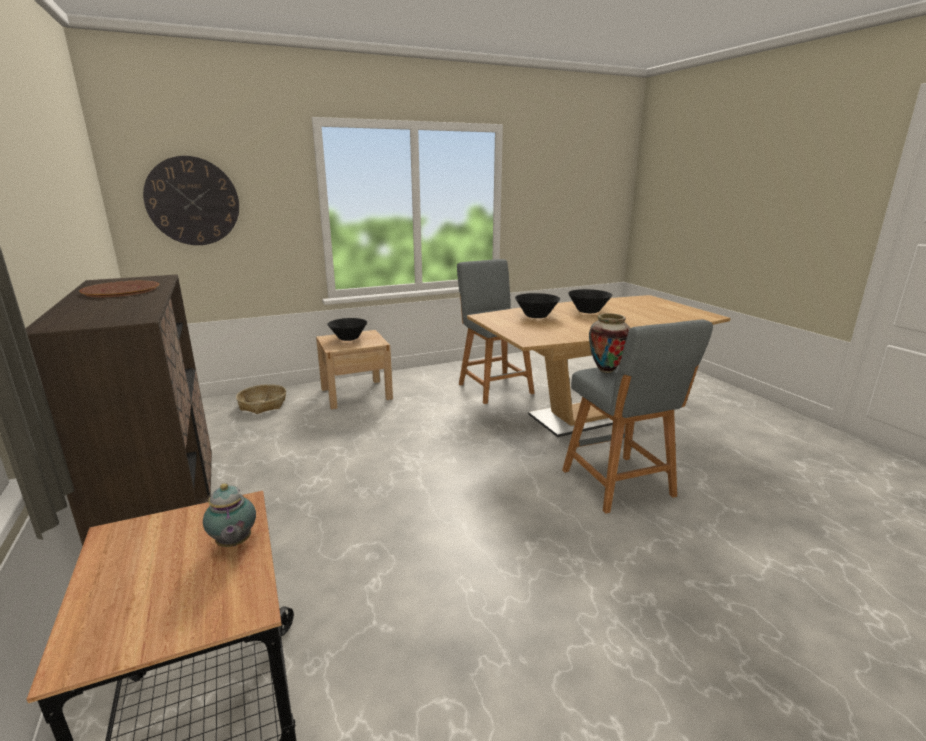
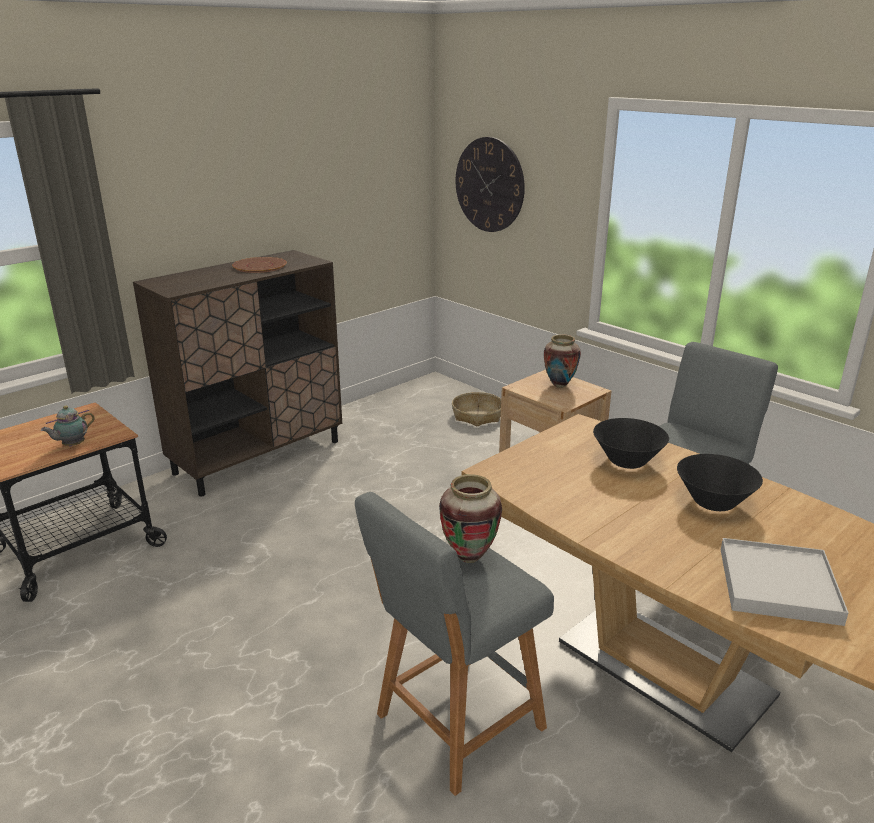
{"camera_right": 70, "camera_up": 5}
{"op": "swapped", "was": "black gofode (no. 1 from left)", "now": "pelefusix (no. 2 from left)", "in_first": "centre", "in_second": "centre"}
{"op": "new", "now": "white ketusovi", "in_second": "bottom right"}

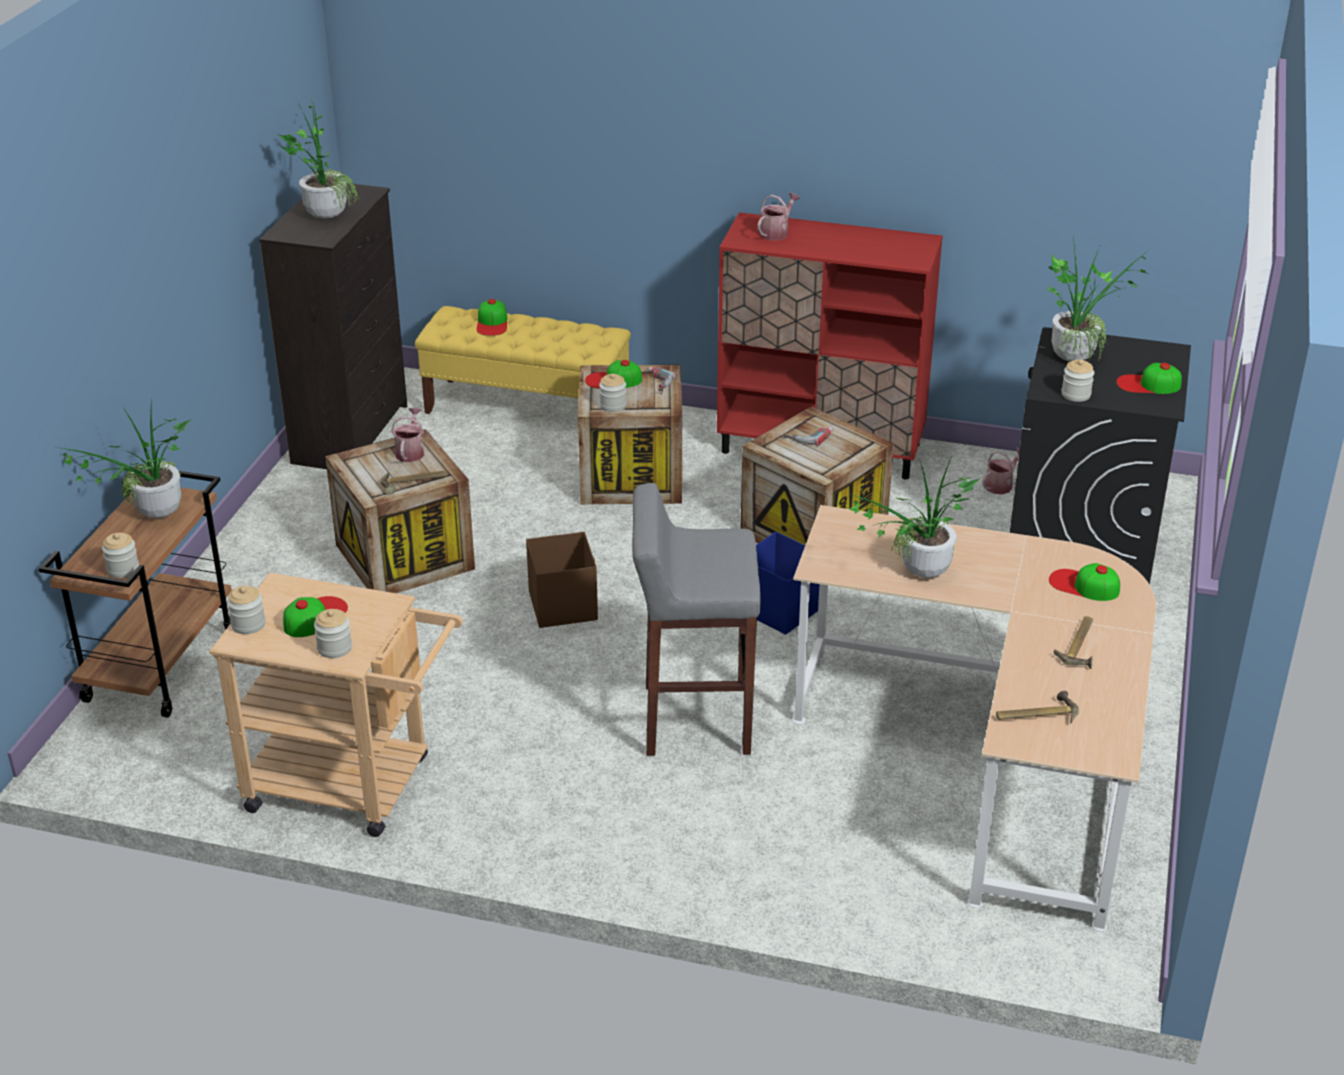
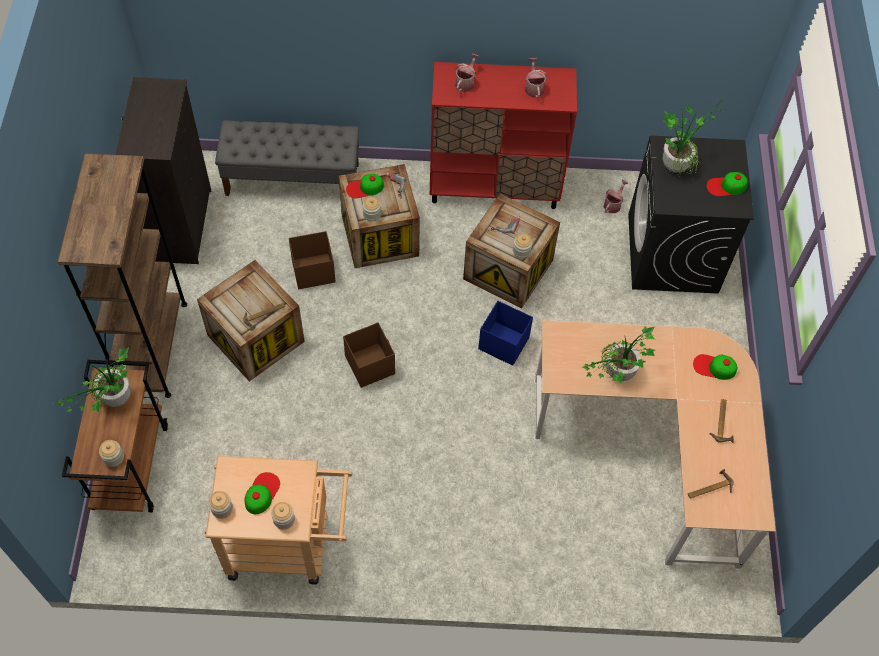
{"camera_right": -15, "camera_up": 25}
{"op": "gone", "was": "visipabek (no. 2 from left)", "in_first": "top left"}
{"op": "gone", "was": "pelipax (no. 2 from left)", "in_first": "top centre"}
{"op": "repainted", "was": "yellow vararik", "now": "grey vararik", "in_first": "centre", "in_second": "top left"}
{"op": "shifted", "was": "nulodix (no. 5 from left)", "in_first": "middle right", "in_second": "centre"}
{"op": "shifted", "was": "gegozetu (no. 1 from left in the first image)", "now": "gegozetu (no. 2 from left)", "in_first": "middle left", "in_second": "top centre"}
{"op": "gone", "was": "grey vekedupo", "in_first": "centre"}
{"op": "new", "now": "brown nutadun", "in_second": "middle left"}
{"op": "new", "now": "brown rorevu (no. 1 from left)", "in_second": "centre"}

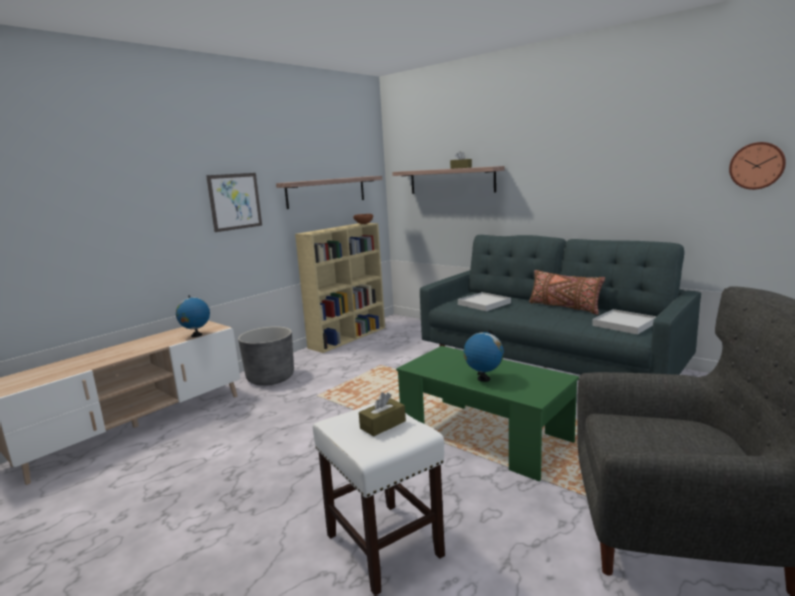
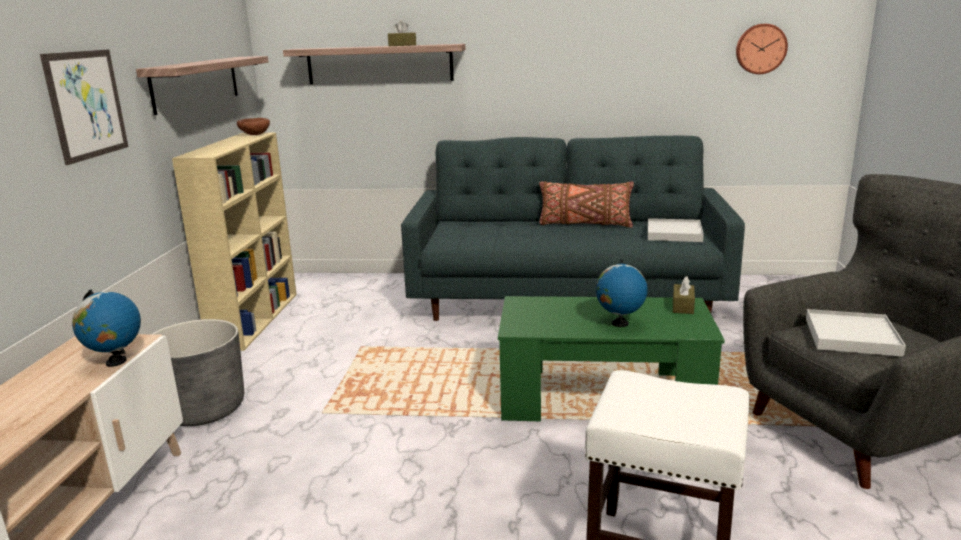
{"camera_right": -35, "camera_up": 5}
{"op": "shifted", "was": "white ketusovi (no. 1 from left in the first image)", "now": "white ketusovi (no. 2 from left)", "in_first": "centre", "in_second": "middle right"}
{"op": "shifted", "was": "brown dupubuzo (no. 1 from left in the first image)", "now": "brown dupubuzo (no. 2 from left)", "in_first": "bottom centre", "in_second": "middle right"}

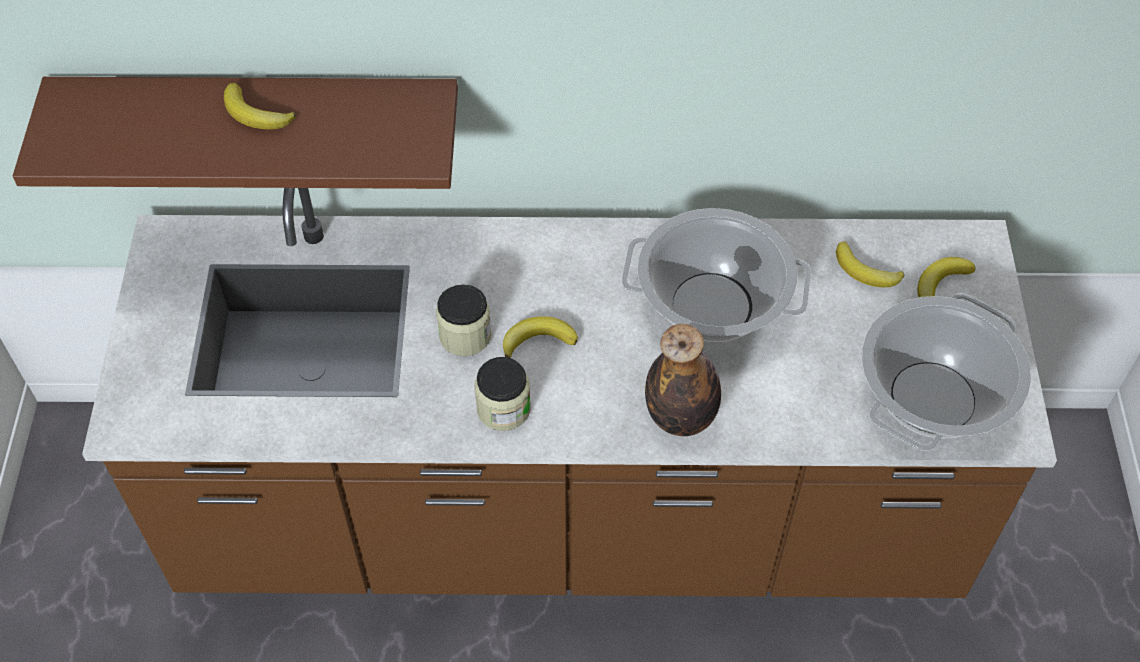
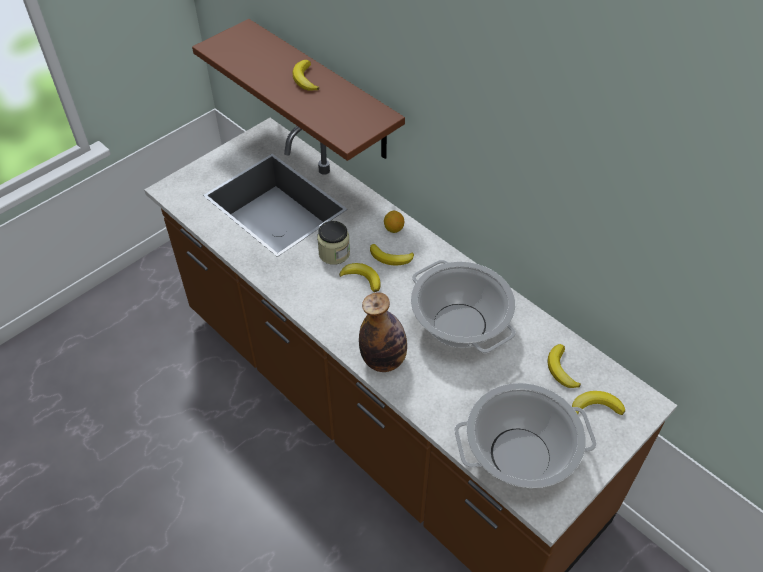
{"camera_right": 45, "camera_up": -5}
{"op": "gone", "was": "nulodix (no. 2 from left)", "in_first": "centre"}
{"op": "new", "now": "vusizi", "in_second": "centre"}
{"op": "new", "now": "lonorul (no. 3 from left)", "in_second": "centre"}

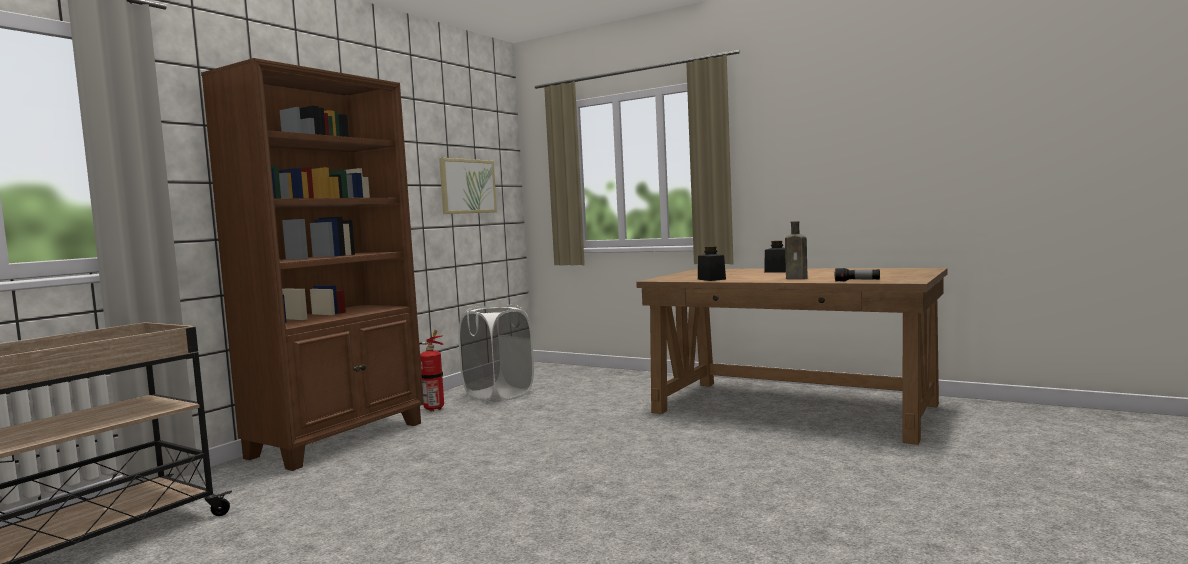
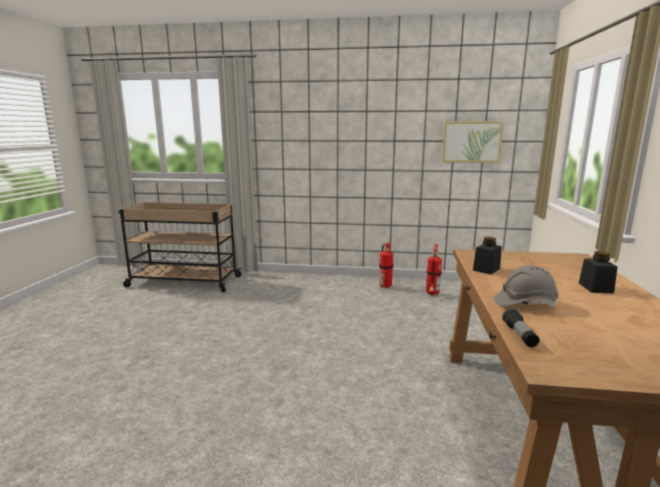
{"camera_right": 65, "camera_up": 10}
{"op": "gone", "was": "brown nutadun", "in_first": "middle left"}
{"op": "swapped", "was": "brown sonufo", "now": "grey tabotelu", "in_first": "middle right", "in_second": "middle right"}
{"op": "swapped", "was": "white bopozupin", "now": "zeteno (no. 2 from left)", "in_first": "centre", "in_second": "centre"}

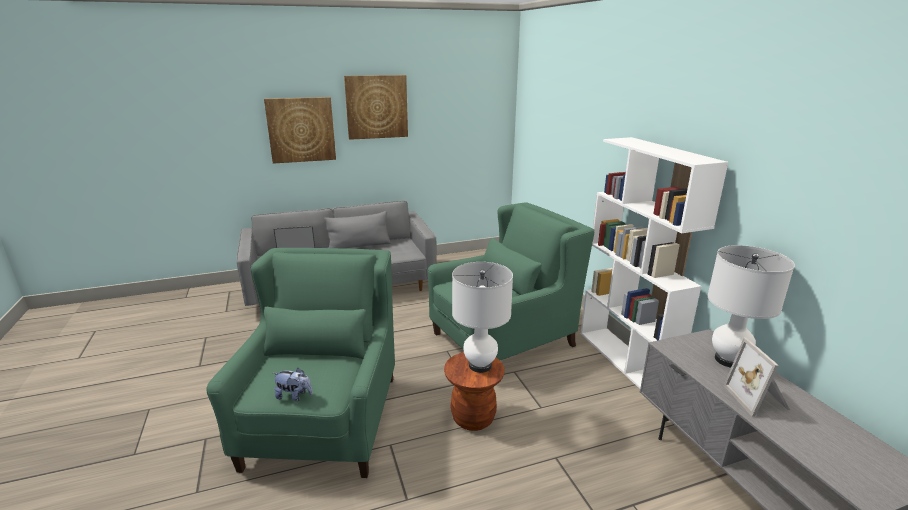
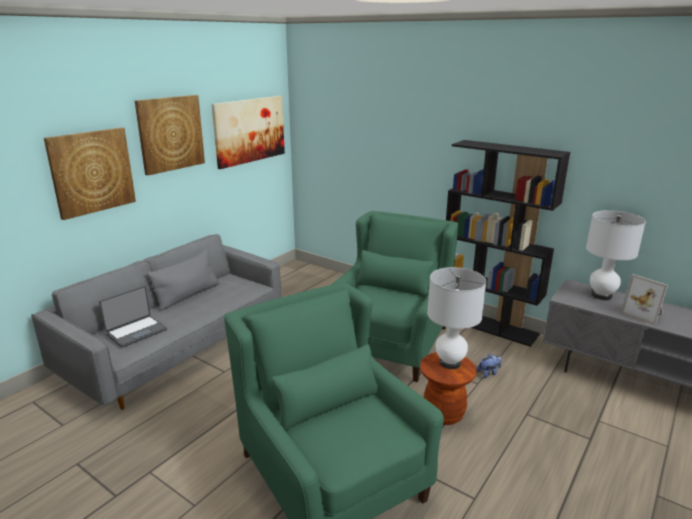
{"camera_right": -35, "camera_up": 0}
{"op": "repainted", "was": "white nutadun", "now": "black nutadun", "in_first": "middle right", "in_second": "middle right"}
{"op": "shifted", "was": "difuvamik", "in_first": "bottom left", "in_second": "bottom right"}
{"op": "new", "now": "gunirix (no. 3 from left)", "in_second": "top centre"}

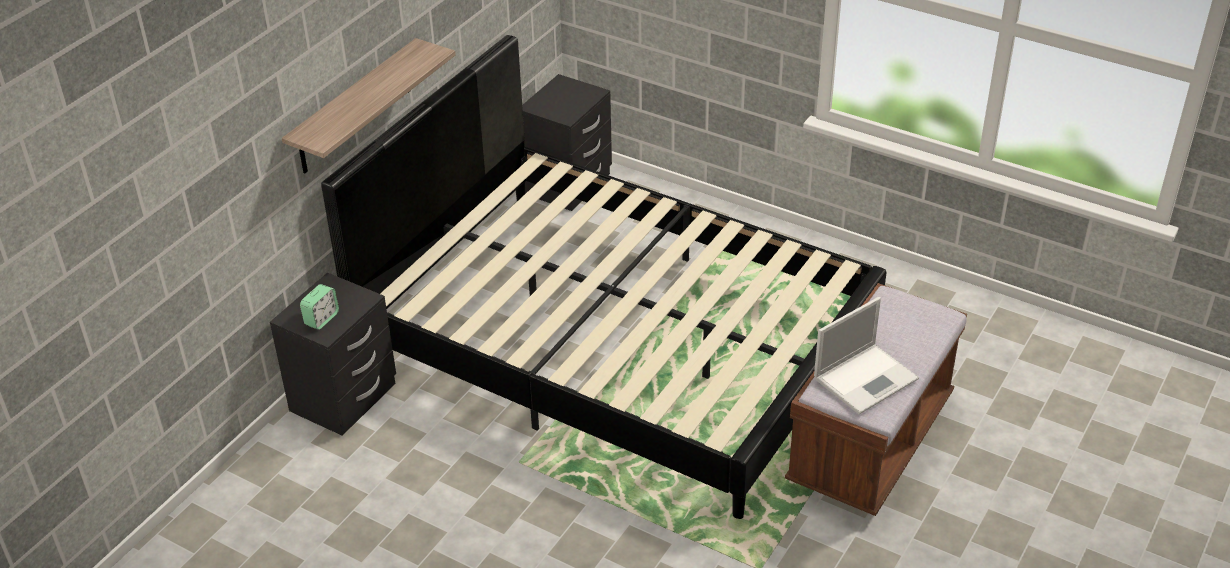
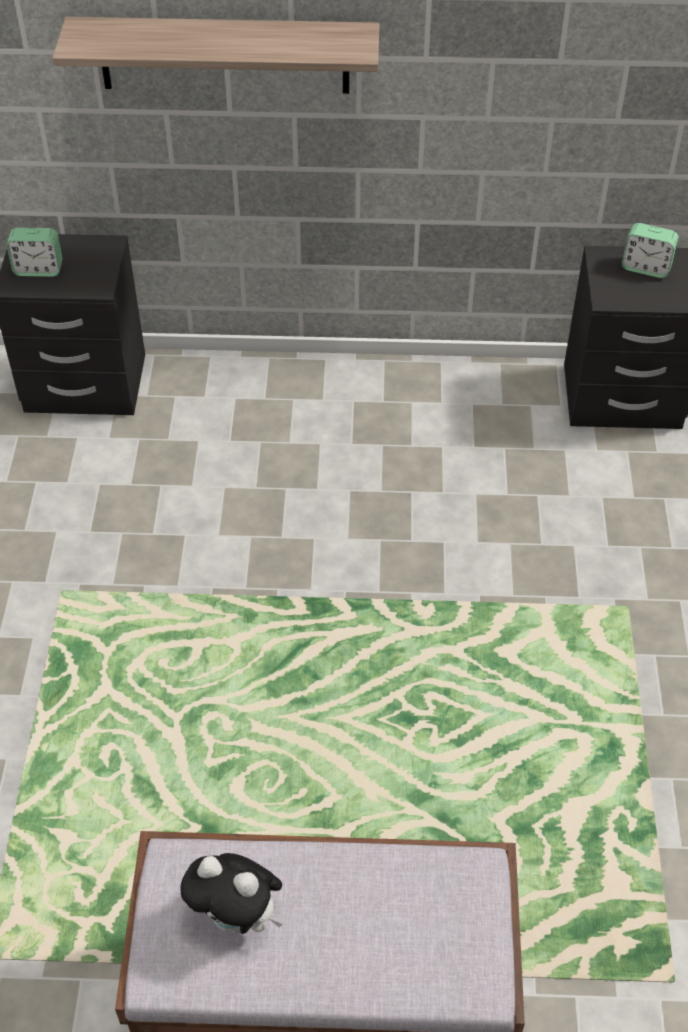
{"camera_right": 60, "camera_up": 10}
{"op": "gone", "was": "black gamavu", "in_first": "centre"}
{"op": "swapped", "was": "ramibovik", "now": "difuvamik", "in_first": "middle right", "in_second": "bottom centre"}
{"op": "new", "now": "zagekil (no. 2 from left)", "in_second": "top right"}

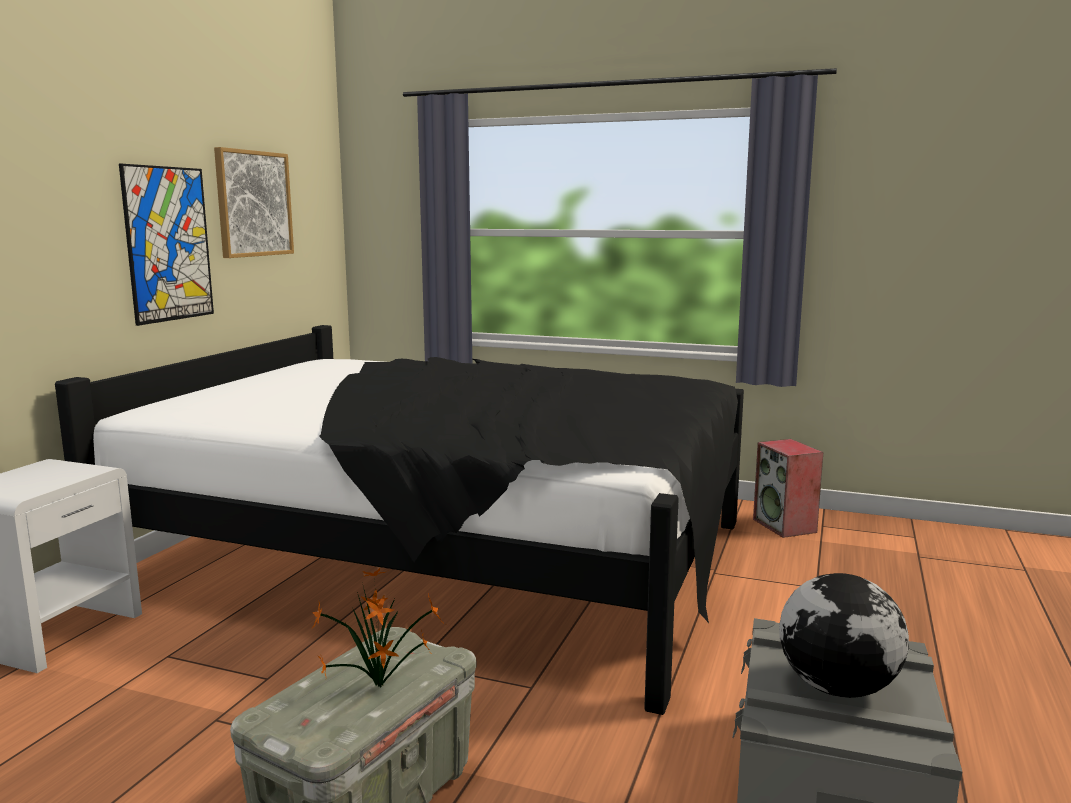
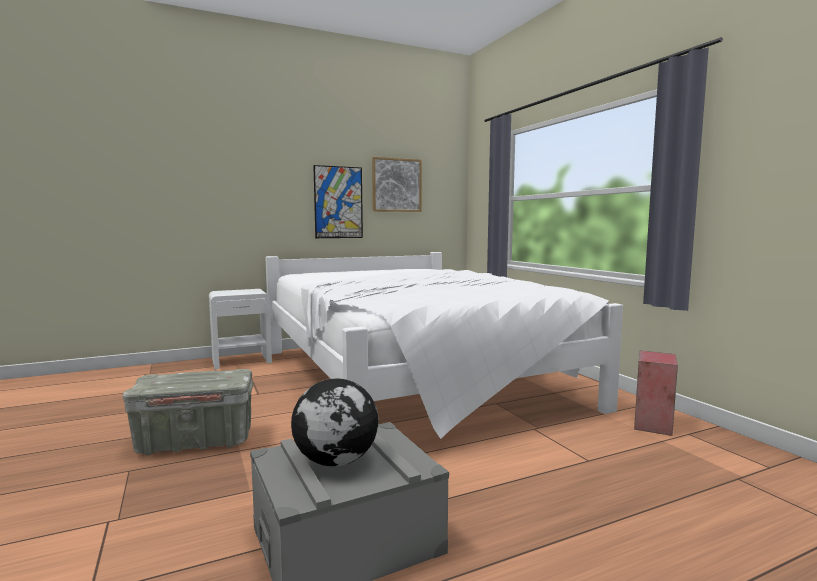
{"camera_right": 45, "camera_up": -5}
{"op": "repainted", "was": "black gamavu", "now": "white gamavu", "in_first": "centre", "in_second": "centre"}
{"op": "gone", "was": "visipabek", "in_first": "bottom centre"}

